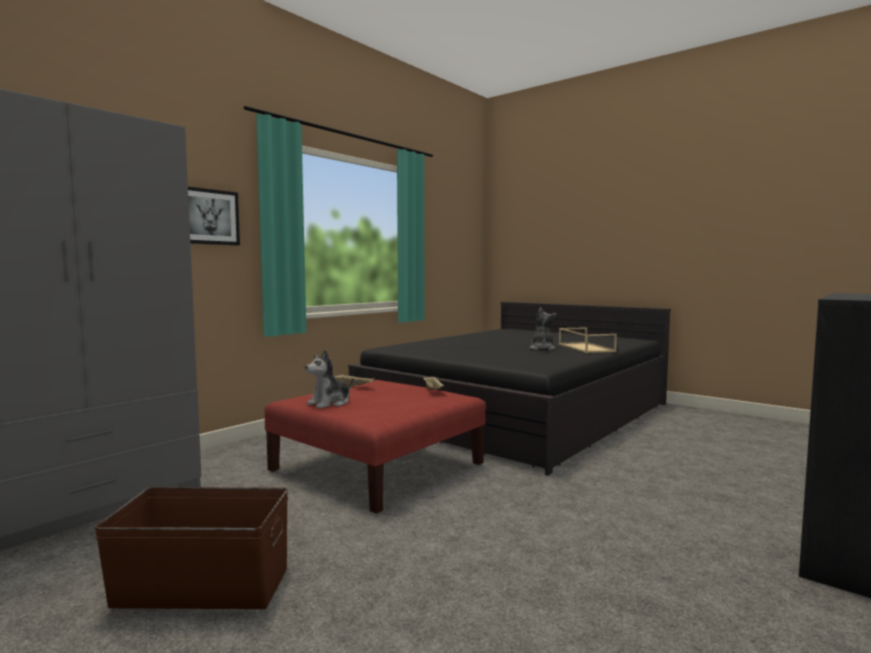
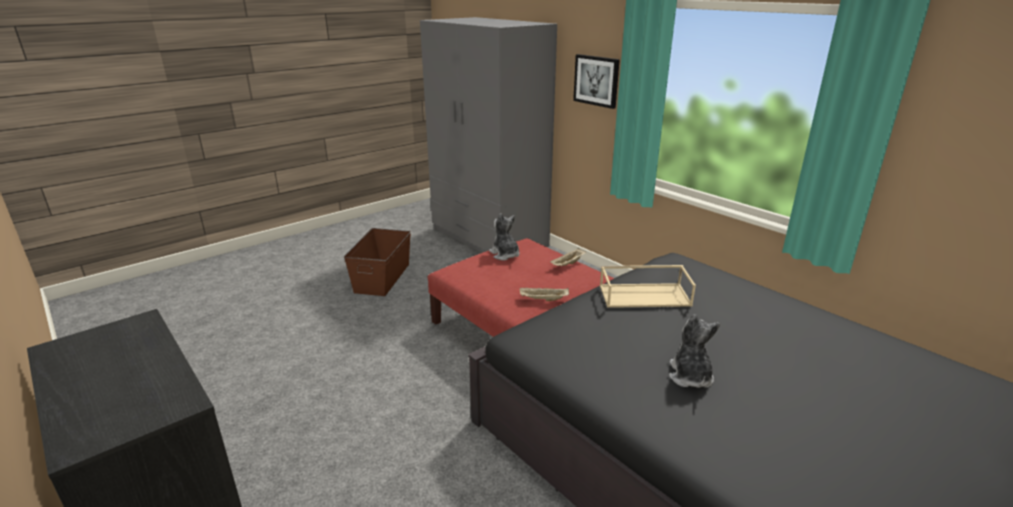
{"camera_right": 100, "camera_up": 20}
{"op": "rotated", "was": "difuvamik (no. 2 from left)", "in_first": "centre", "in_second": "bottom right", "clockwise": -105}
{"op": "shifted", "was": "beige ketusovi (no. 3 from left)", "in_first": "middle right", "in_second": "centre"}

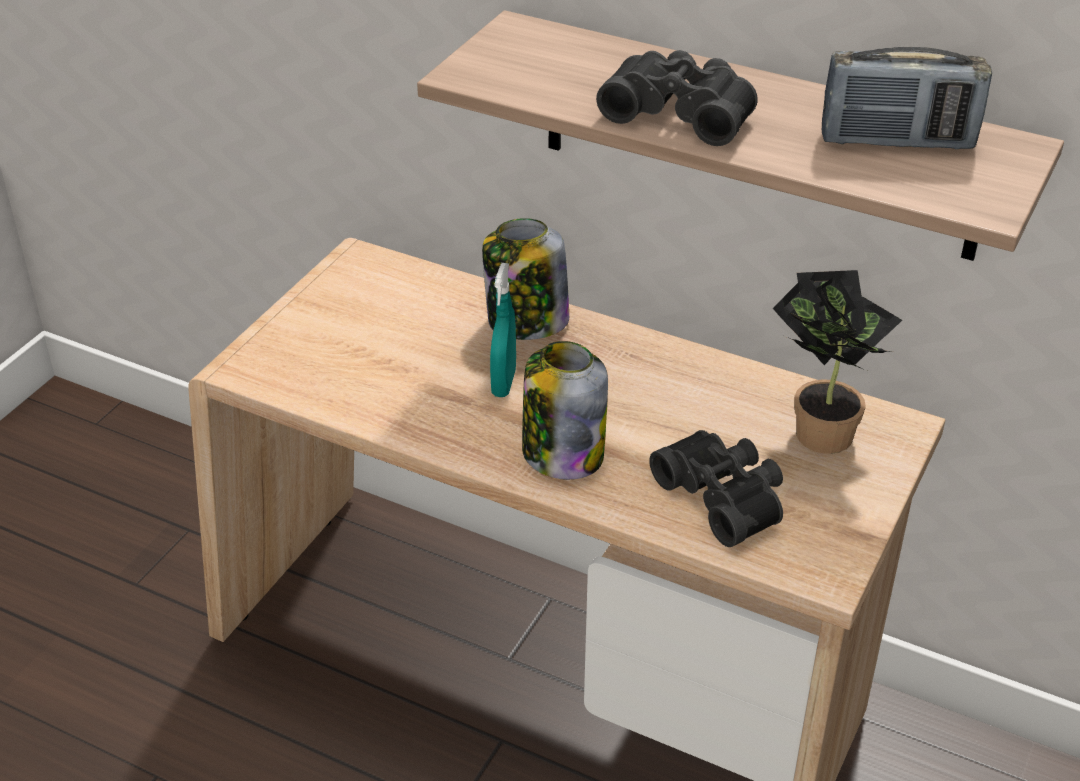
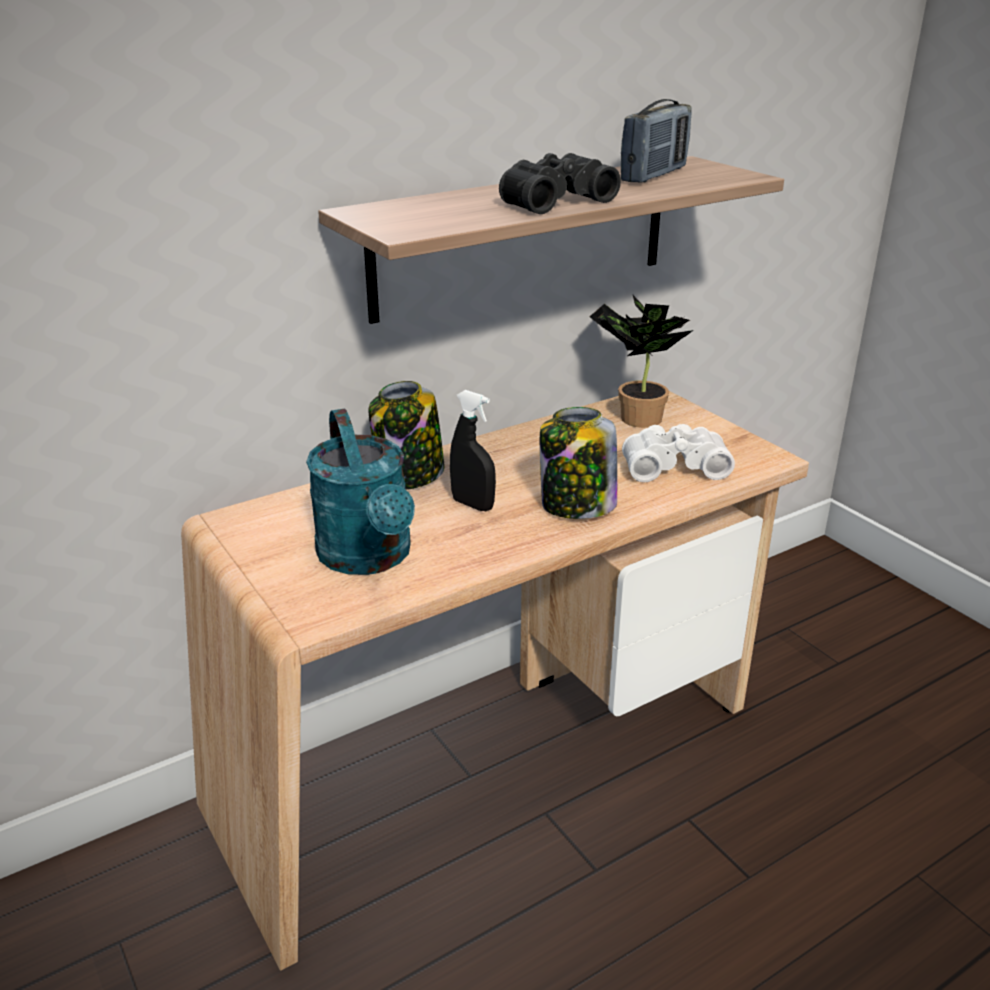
{"camera_right": -60, "camera_up": -10}
{"op": "repainted", "was": "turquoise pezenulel", "now": "black pezenulel", "in_first": "centre", "in_second": "centre"}
{"op": "repainted", "was": "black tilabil (no. 2 from left)", "now": "white tilabil", "in_first": "centre", "in_second": "middle right"}
{"op": "new", "now": "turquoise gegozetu", "in_second": "centre"}

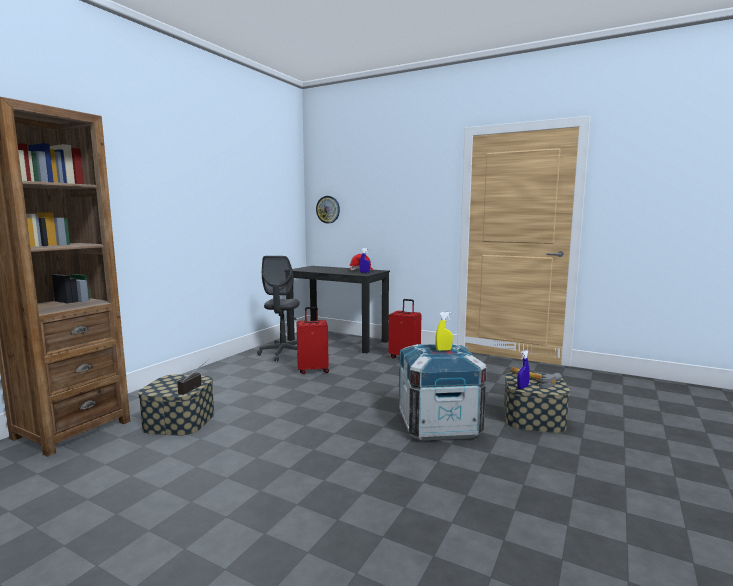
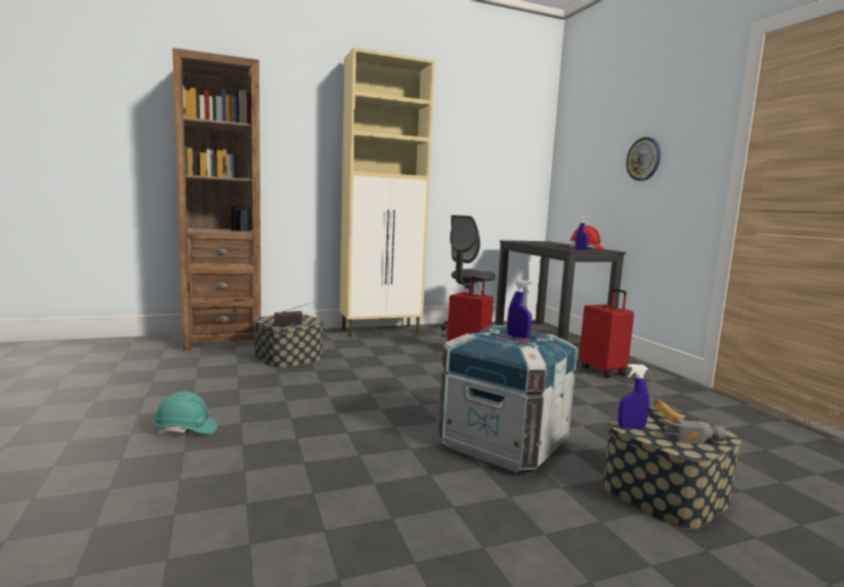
{"camera_right": 40, "camera_up": 0}
{"op": "shifted", "was": "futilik", "in_first": "centre", "in_second": "top right"}
{"op": "repainted", "was": "yellow pezenulel", "now": "blue pezenulel (no. 1 from left)", "in_first": "centre", "in_second": "centre"}
{"op": "new", "now": "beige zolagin", "in_second": "top centre"}
{"op": "new", "now": "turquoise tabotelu", "in_second": "bottom left"}

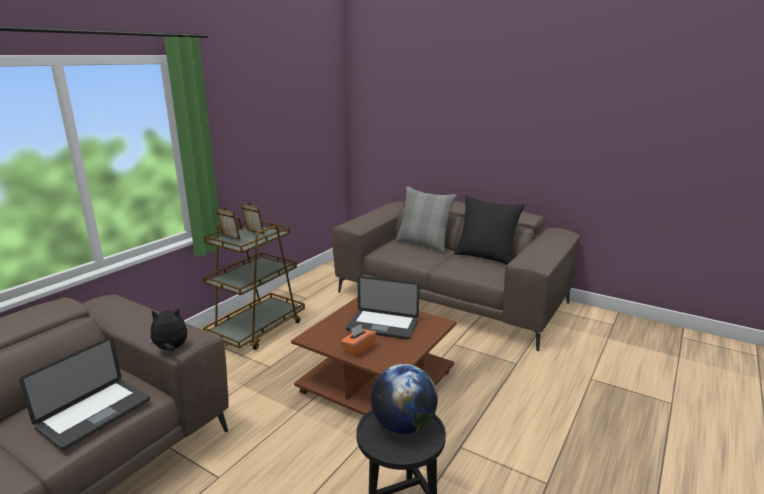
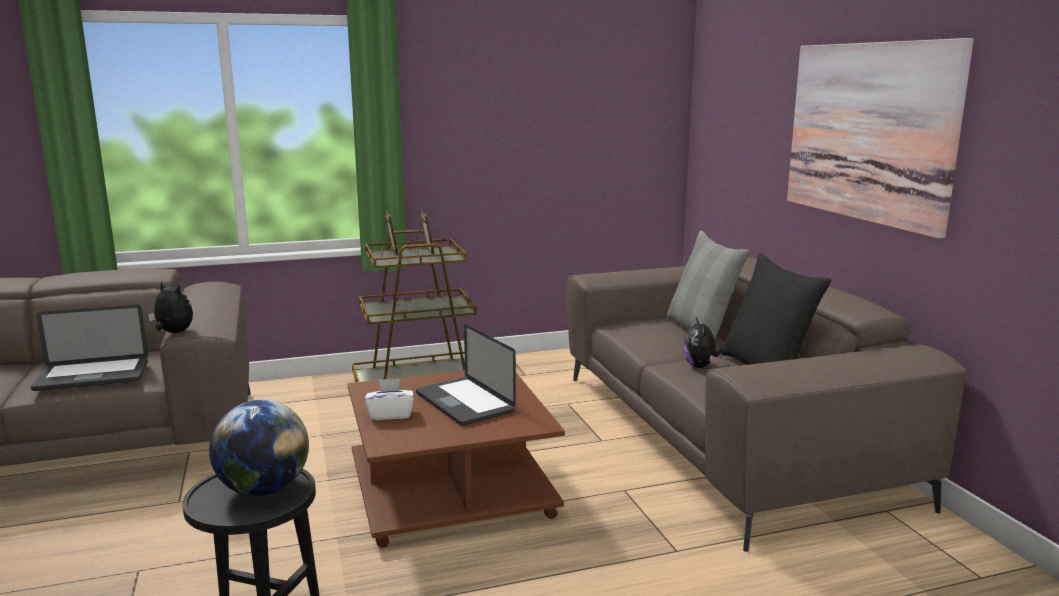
{"camera_right": 40, "camera_up": -5}
{"op": "repainted", "was": "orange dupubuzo", "now": "white dupubuzo", "in_first": "bottom centre", "in_second": "bottom centre"}
{"op": "new", "now": "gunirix", "in_second": "top right"}
{"op": "new", "now": "difuvamik (no. 2 from left)", "in_second": "centre"}

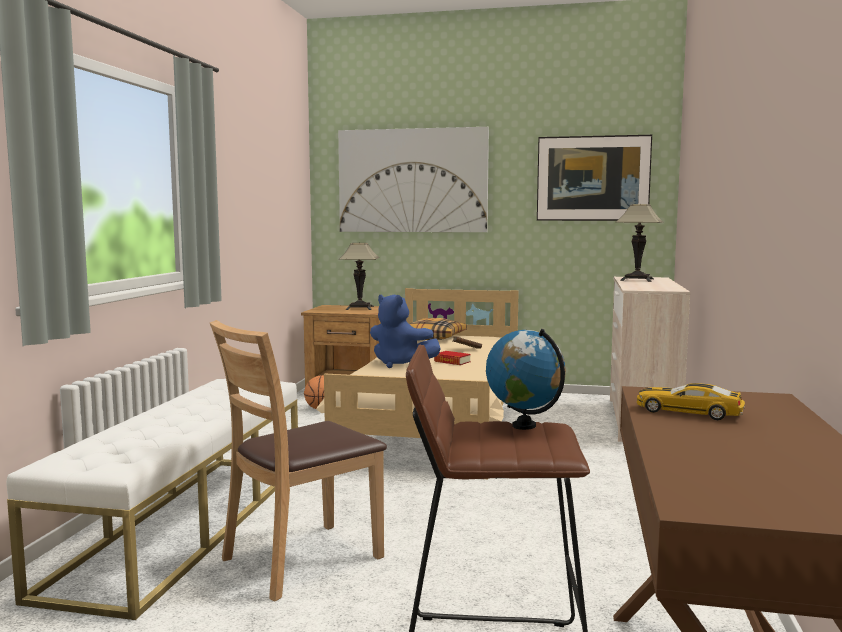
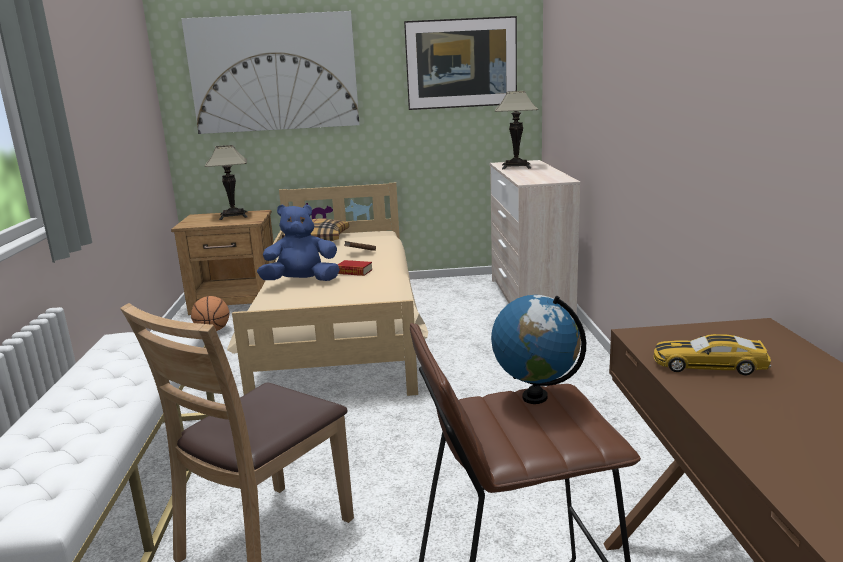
{"camera_right": -15, "camera_up": 10}
{"op": "rotated", "was": "blue difuvamik", "in_first": "centre", "in_second": "centre", "clockwise": 150}

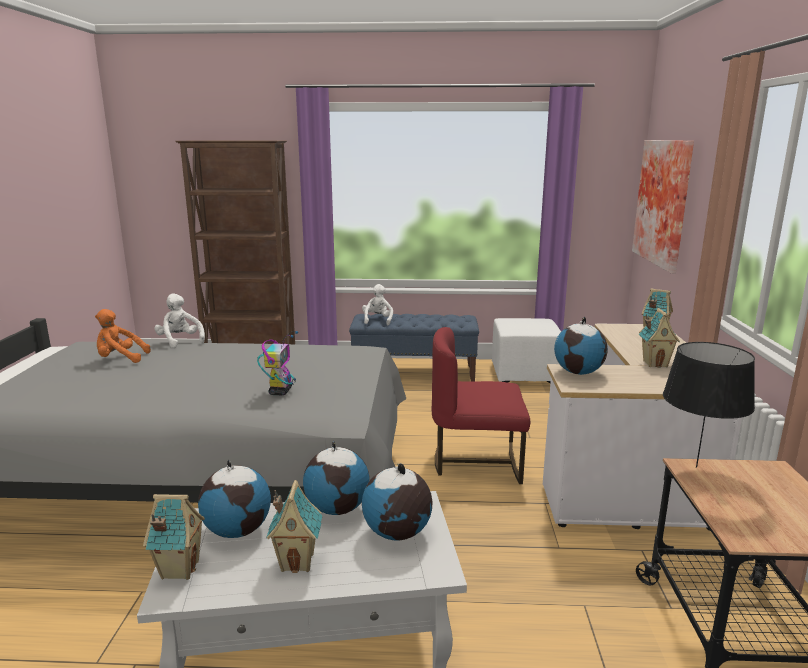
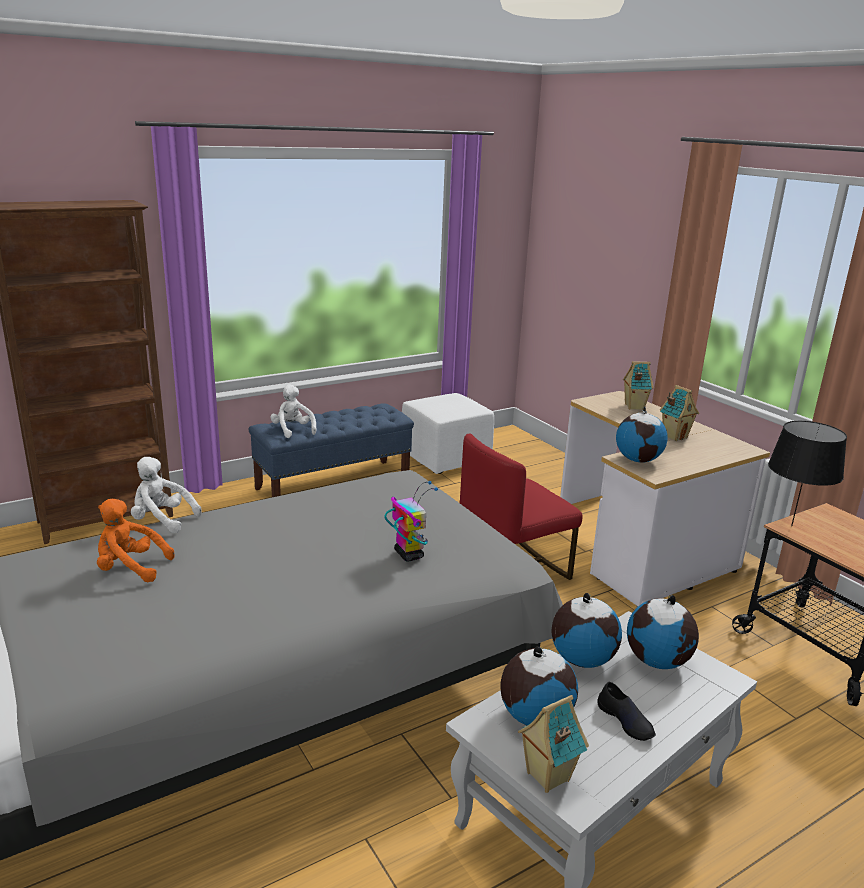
{"camera_right": -35, "camera_up": 5}
{"op": "gone", "was": "gunirix", "in_first": "top right"}
{"op": "rotated", "was": "orange difuvamik", "in_first": "middle left", "in_second": "middle left", "clockwise": 45}
{"op": "swapped", "was": "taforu (no. 2 from left)", "now": "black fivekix", "in_first": "bottom centre", "in_second": "bottom right"}

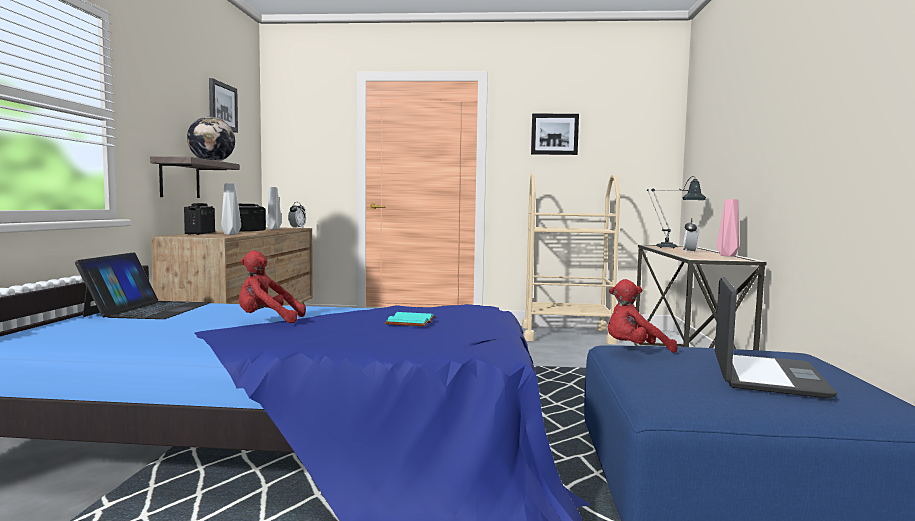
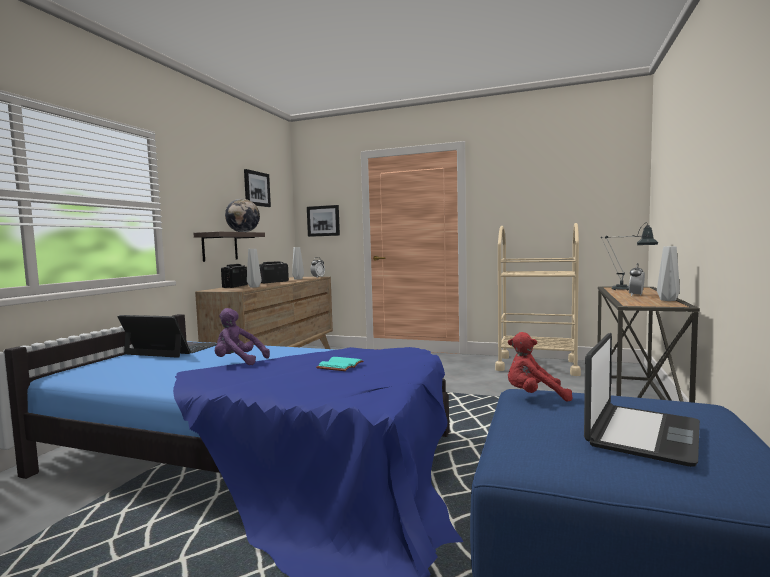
{"camera_right": 15, "camera_up": 0}
{"op": "shifted", "was": "gunirix (no. 2 from left)", "in_first": "top centre", "in_second": "centre"}
{"op": "repainted", "was": "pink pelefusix", "now": "grey pelefusix (no. 3 from left)", "in_first": "middle right", "in_second": "middle right"}
{"op": "repainted", "was": "red difuvamik (no. 1 from left)", "now": "purple difuvamik", "in_first": "middle left", "in_second": "middle left"}
{"op": "rotated", "was": "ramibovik (no. 1 from left)", "in_first": "middle left", "in_second": "middle left", "clockwise": -90}

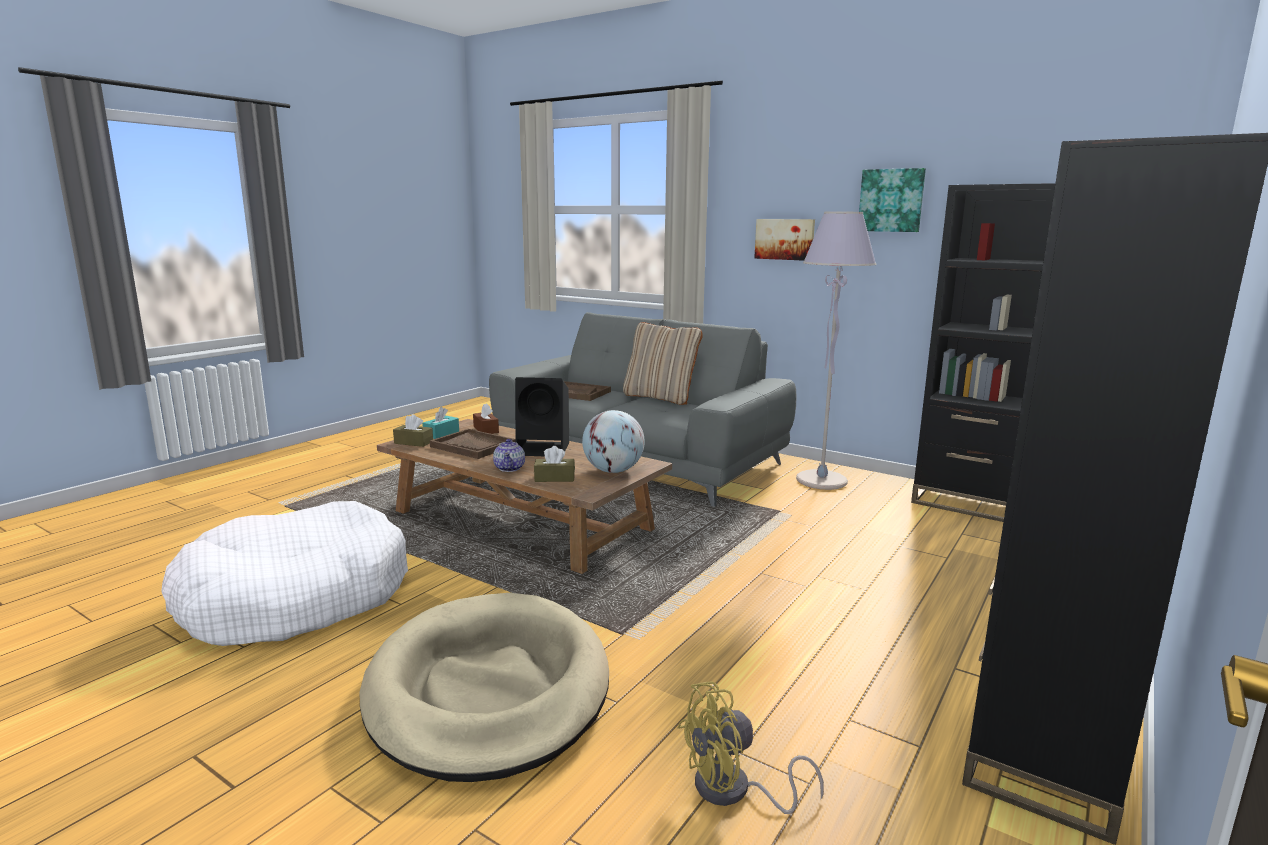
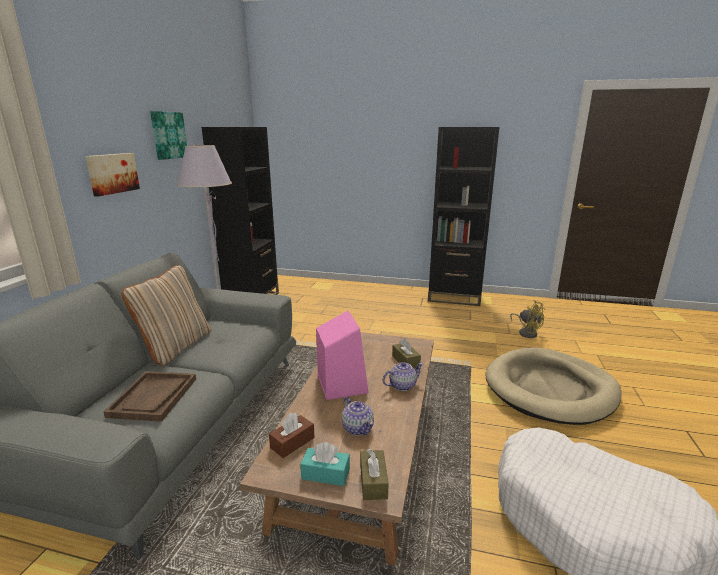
{"camera_right": -110, "camera_up": 5}
{"op": "repainted", "was": "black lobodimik", "now": "pink lobodimik", "in_first": "centre", "in_second": "centre"}
{"op": "gone", "was": "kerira", "in_first": "centre"}
{"op": "swapped", "was": "brown ketusovi (no. 1 from left)", "now": "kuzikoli (no. 1 from left)", "in_first": "centre", "in_second": "bottom centre"}

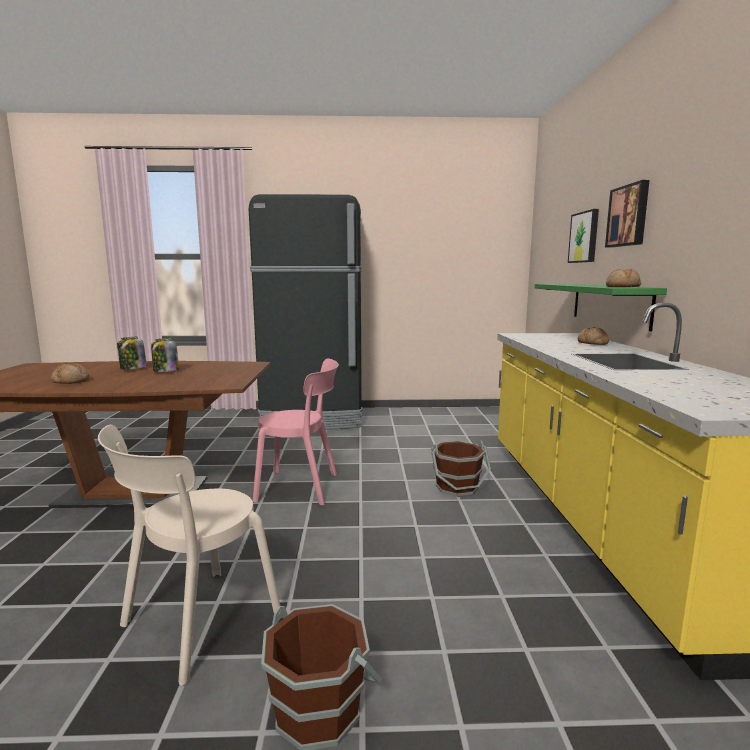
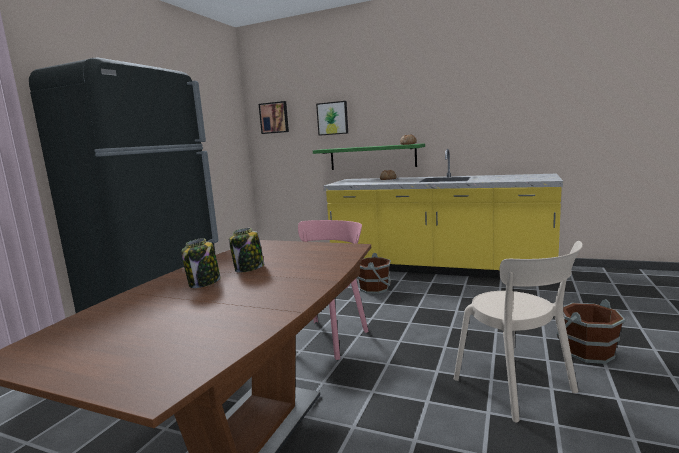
{"camera_right": -65, "camera_up": 0}
{"op": "shifted", "was": "gunirix (no. 2 from left in the first image)", "now": "gunirix (no. 1 from left)", "in_first": "top right", "in_second": "top centre"}
{"op": "gone", "was": "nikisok (no. 1 from left)", "in_first": "middle left"}

